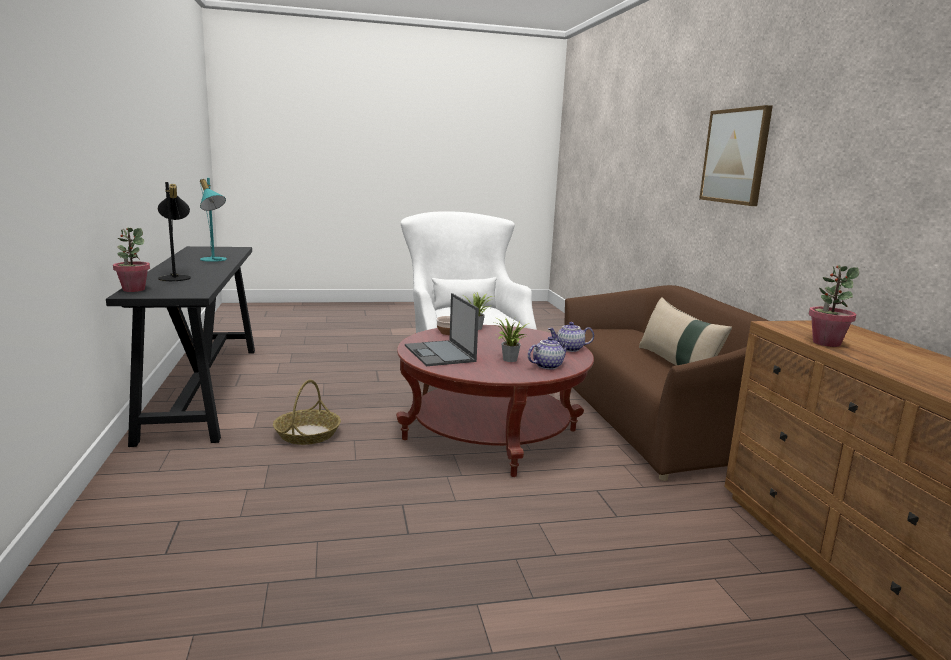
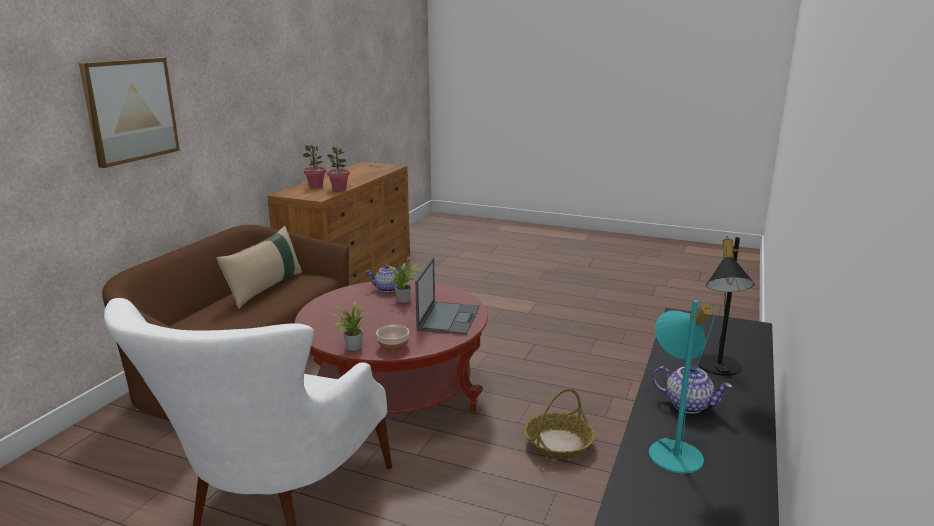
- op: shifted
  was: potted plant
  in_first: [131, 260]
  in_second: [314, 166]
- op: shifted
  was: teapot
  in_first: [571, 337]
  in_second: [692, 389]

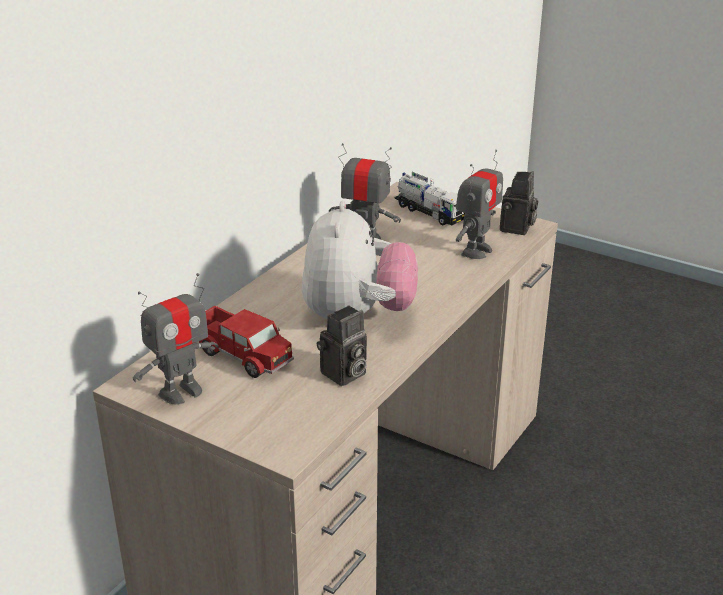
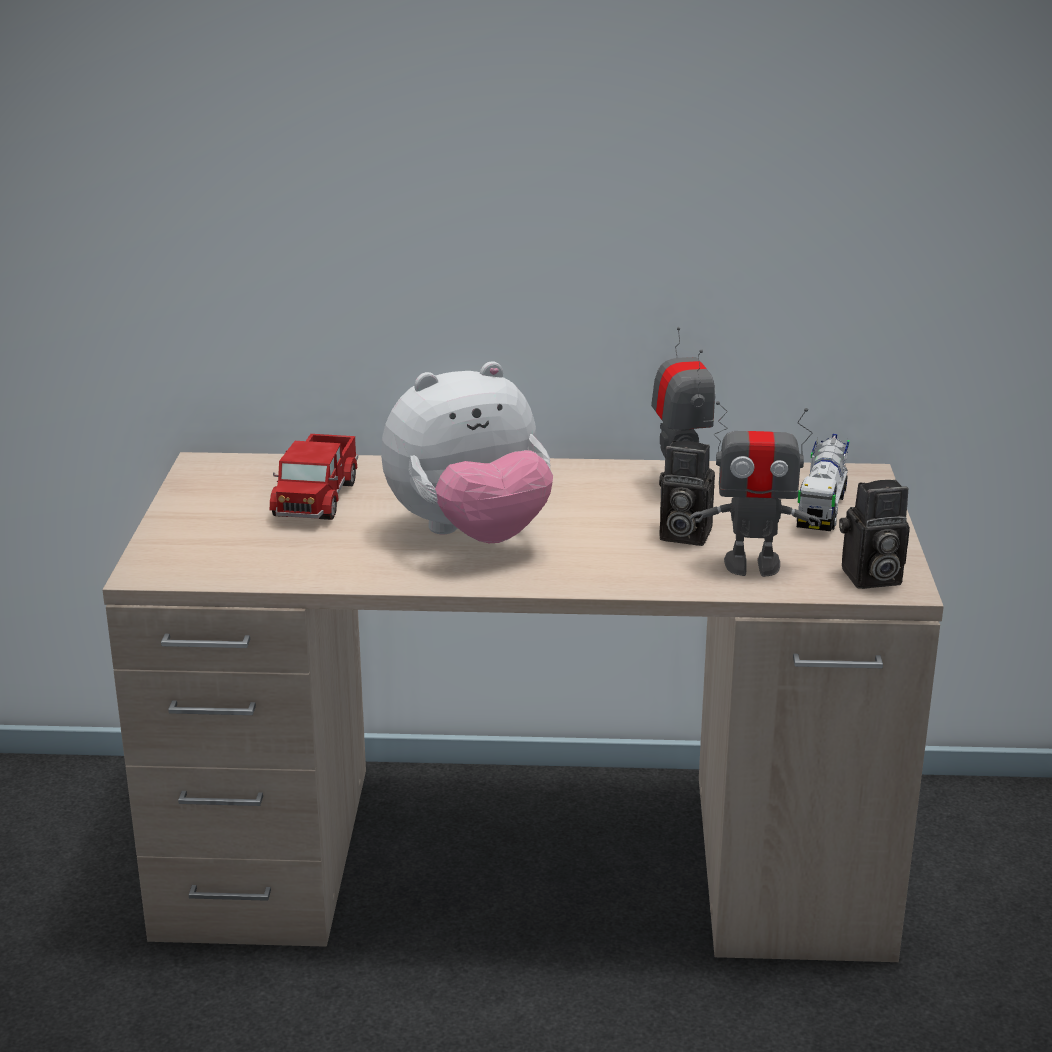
- op: gone
  was: toy robot
  in_first: [176, 338]
- op: shifted
  was: photo camera
  in_first: [342, 345]
  in_second: [687, 493]

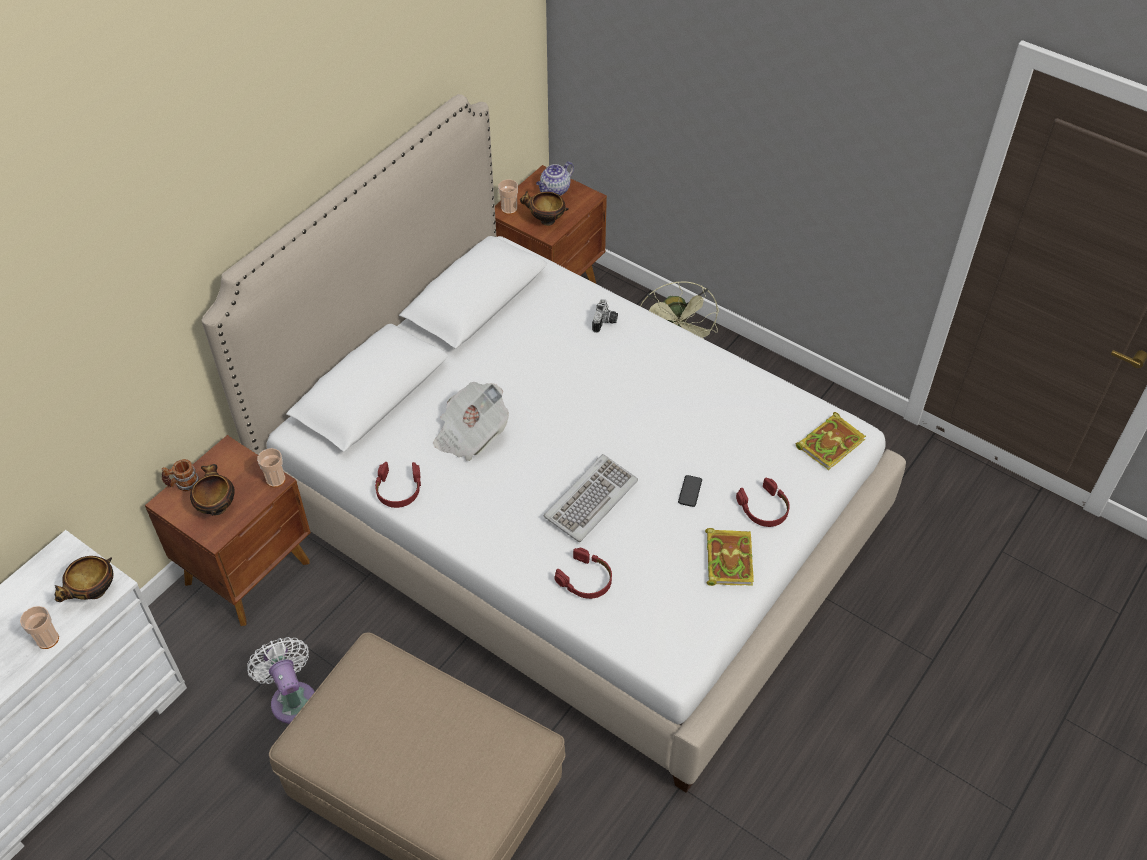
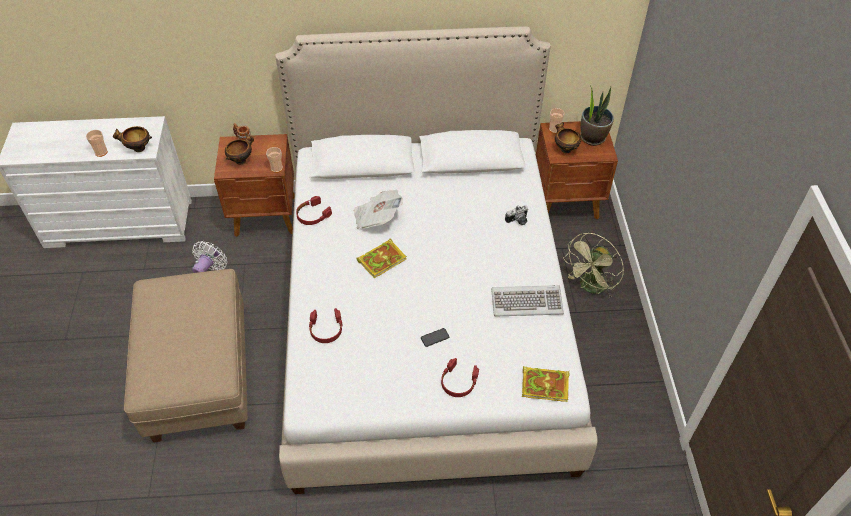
- op: swapped
  was: teapot
  now: potted plant
  in_first: [555, 179]
  in_second: [597, 116]
- op: shifted
  was: keyboard
  in_first: [590, 498]
  in_second: [527, 301]
- op: shifted
  was: book
  in_first: [729, 557]
  in_second: [381, 258]

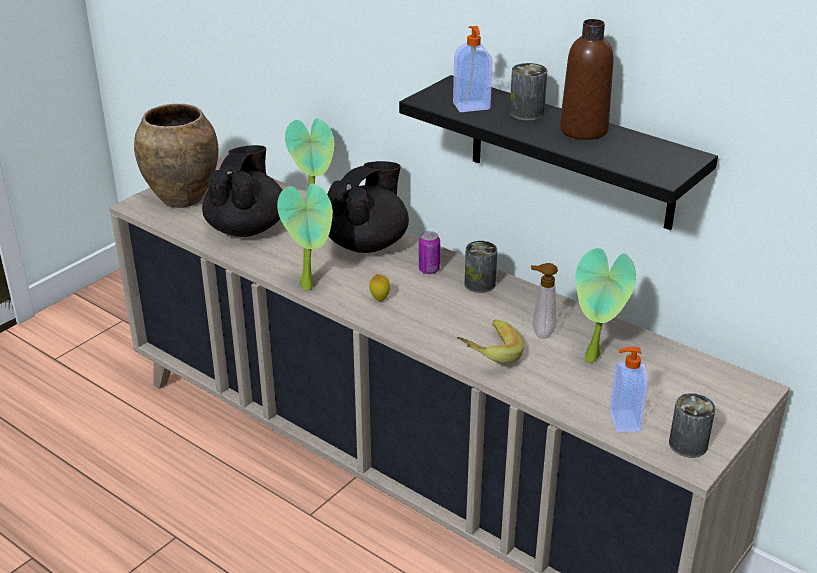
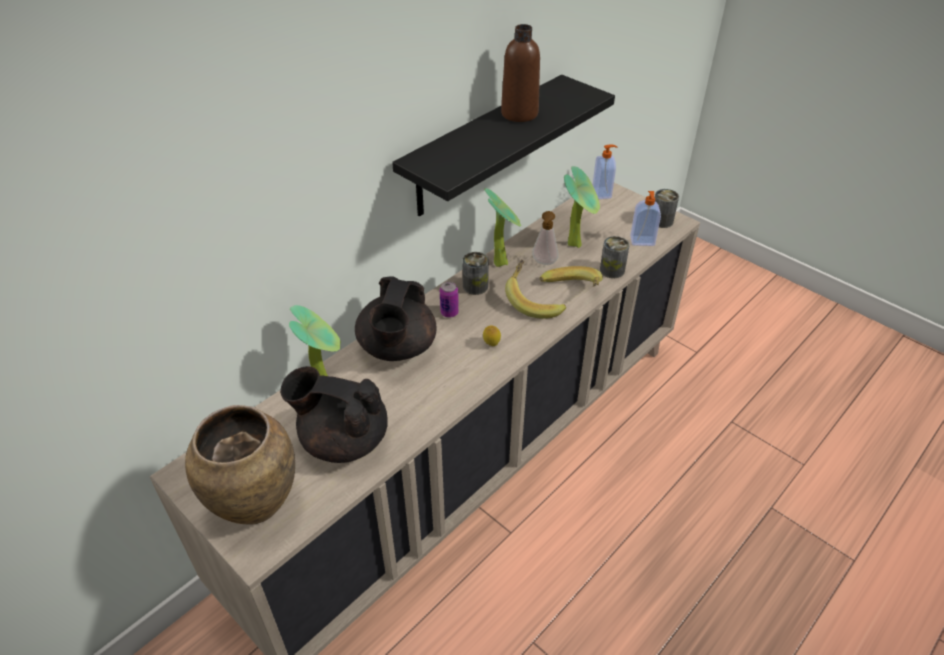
- op: shifted
  was: soap dispenser
  in_first: [473, 69]
  in_second: [605, 172]
- op: shifted
  was: can
  in_first: [528, 91]
  in_second: [615, 257]
- op: rotated
  was: black teapot
  in_first: [368, 207]
  in_second: [396, 318]
  clockwise: -120
- op: shifted
  was: potted plant
  in_first: [305, 237]
  in_second: [502, 227]
- op: new
  now: banana
  in_second: [535, 289]

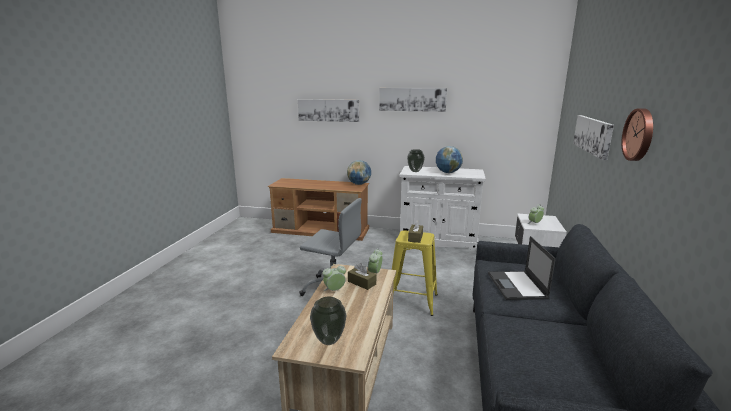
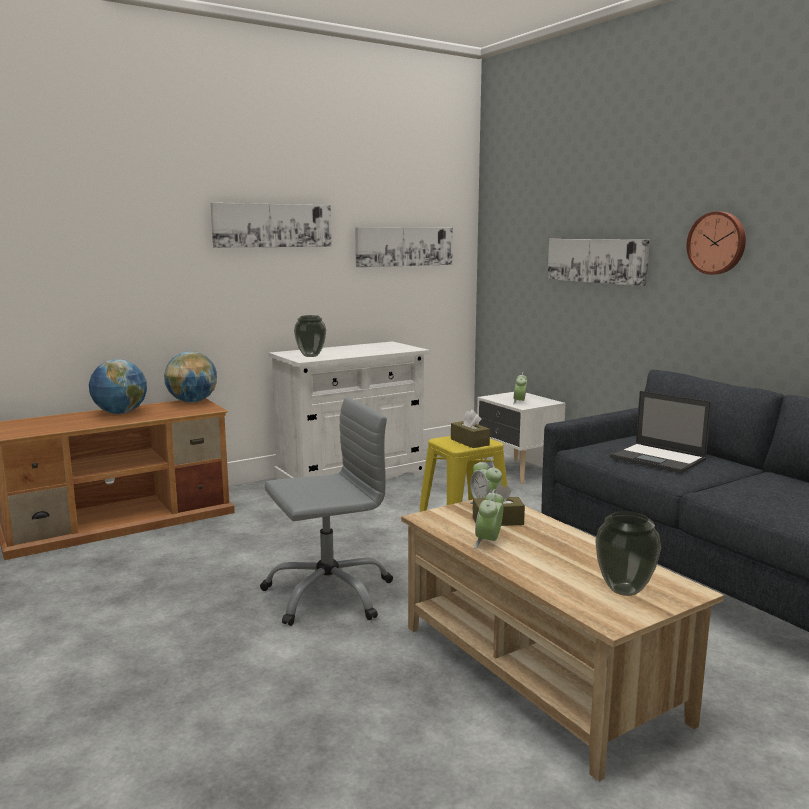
- op: shifted
  was: picture
  in_first: [328, 110]
  in_second: [404, 247]
- op: shifted
  was: globe
  in_first: [449, 159]
  in_second: [118, 386]

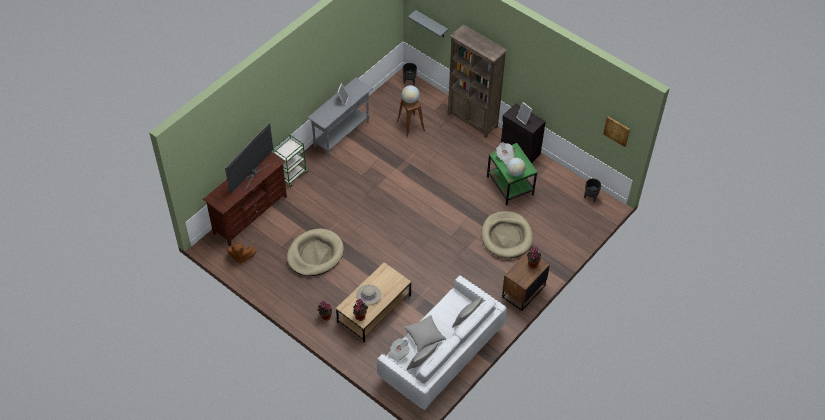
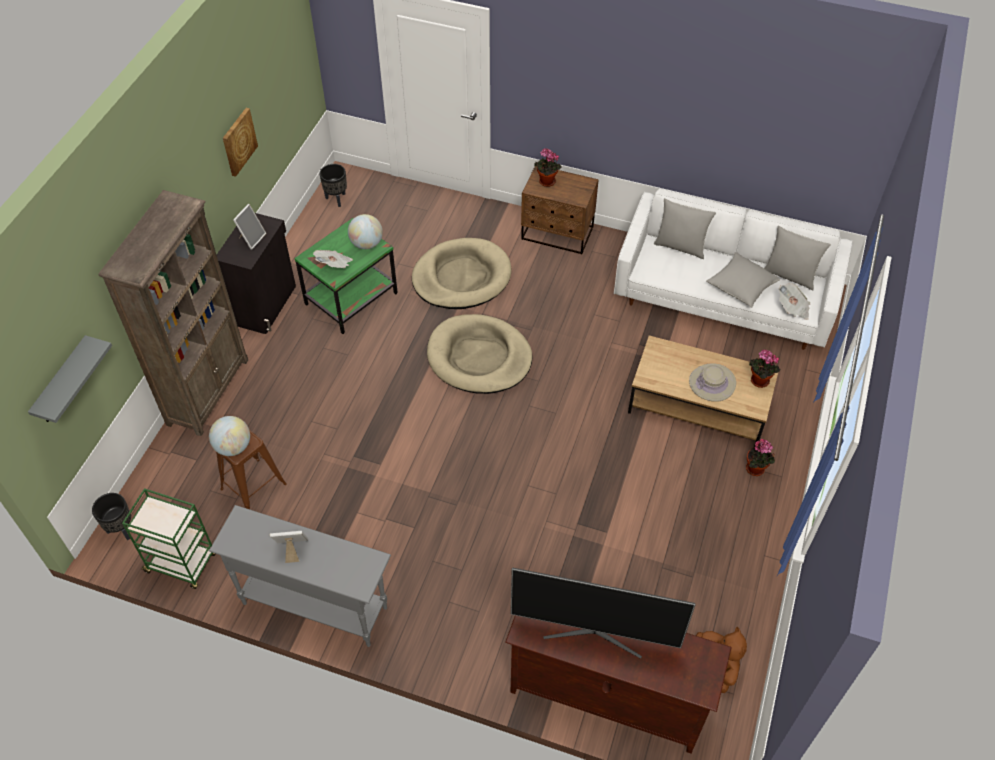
- op: shifted
  was: picture
  in_first: [616, 131]
  in_second: [240, 142]
- op: shifted
  was: green cart
  in_first: [290, 161]
  in_second: [168, 538]
- op: shifted
  was: beige dog bed
  in_first: [315, 252]
  in_second: [480, 354]

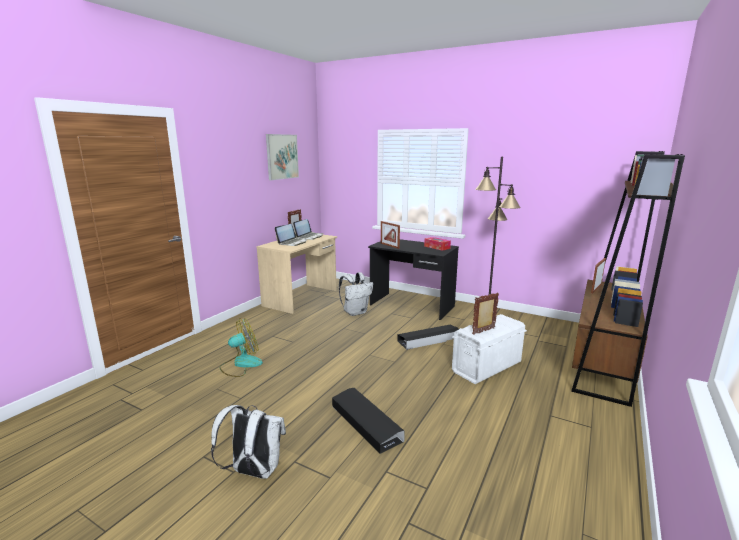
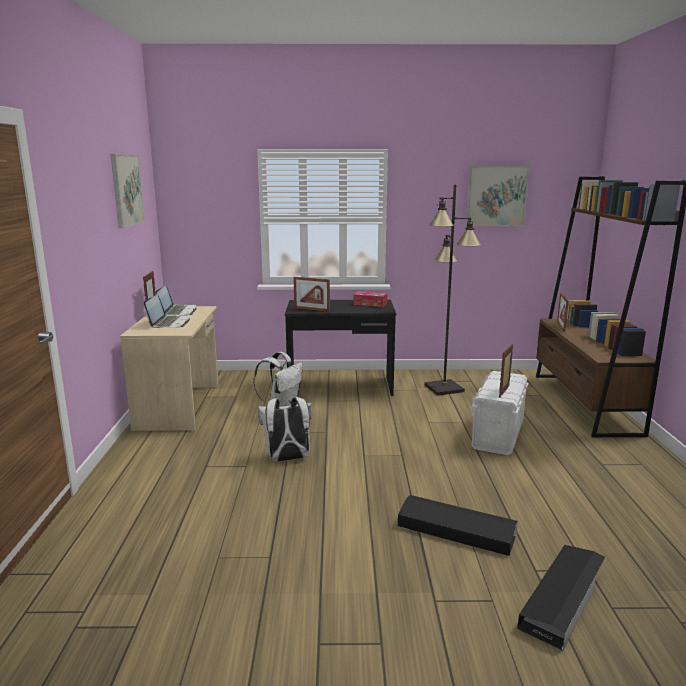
- op: gone
  was: fan
  in_first: [241, 347]
- op: shifted
  was: black storage box
  in_first: [428, 337]
  in_second: [561, 598]
- op: shifted
  was: white backpack
  in_first: [248, 442]
  in_second: [284, 429]
- op: new
  now: picture
  in_second: [498, 196]

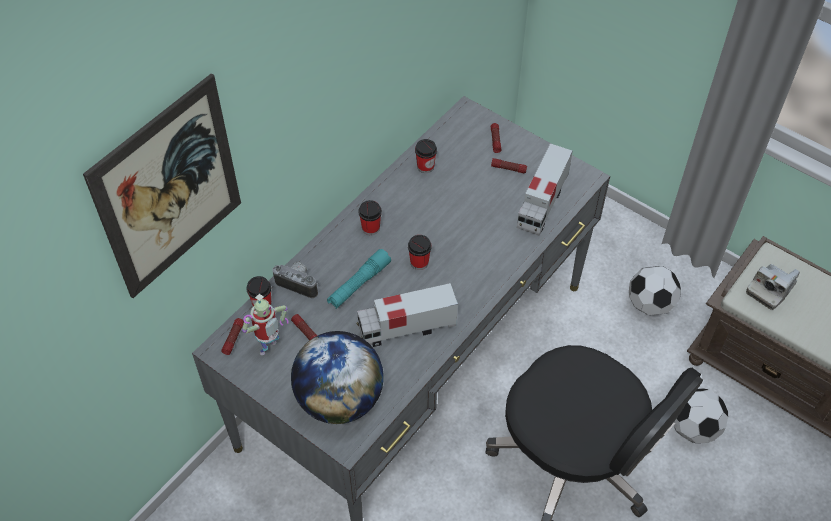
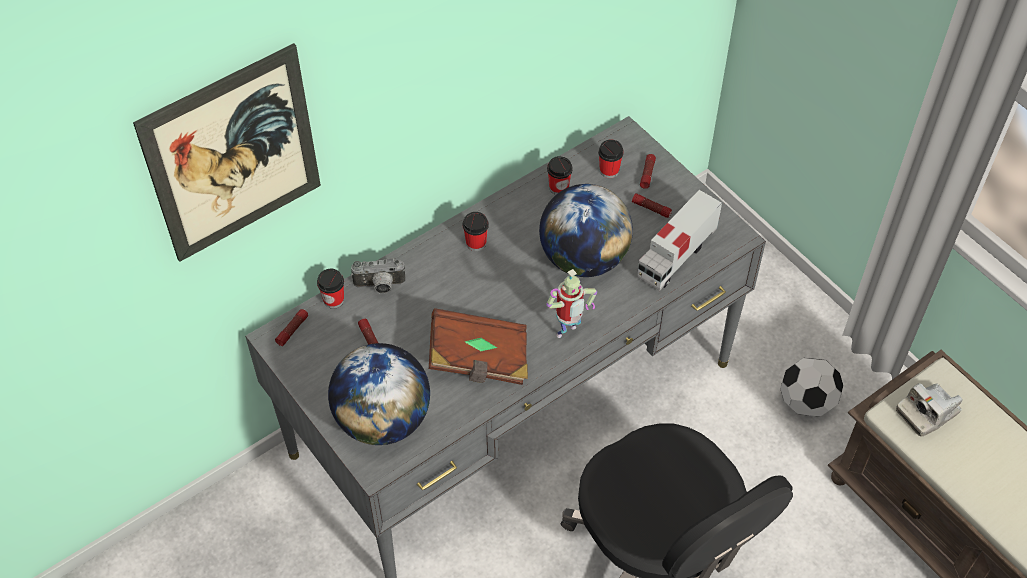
- op: shifted
  was: cup
  in_first: [420, 252]
  in_second: [611, 159]
- op: gone
  was: turquoise flashlight
  in_first: [359, 279]
- op: rotated
  was: photo camera
  in_first: [295, 280]
  in_second: [378, 276]
  clockwise: 135
- op: swapped
  was: toy truck
  now: brown book
  in_first: [407, 315]
  in_second: [478, 346]
- op: shifted
  was: toy robot
  in_first: [265, 324]
  in_second: [571, 303]
- op: gone
  was: football
  in_first: [701, 415]
- op: new
  now: globe
  in_second: [586, 230]

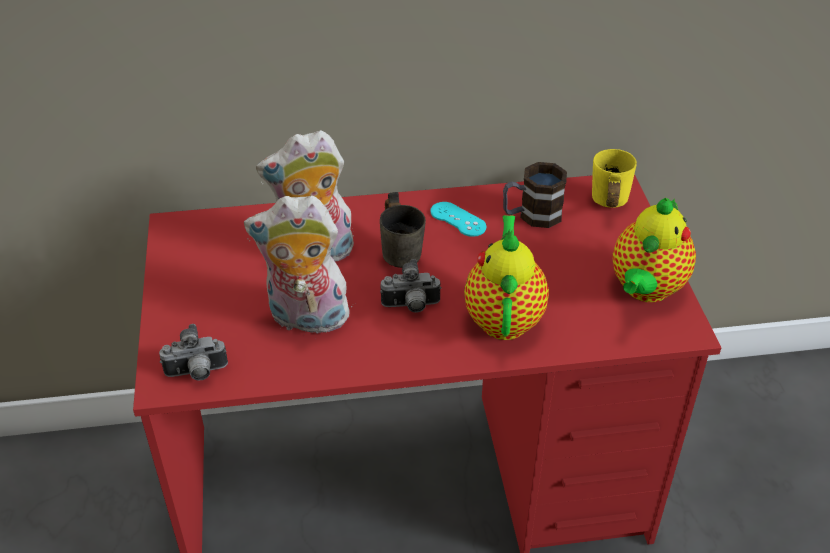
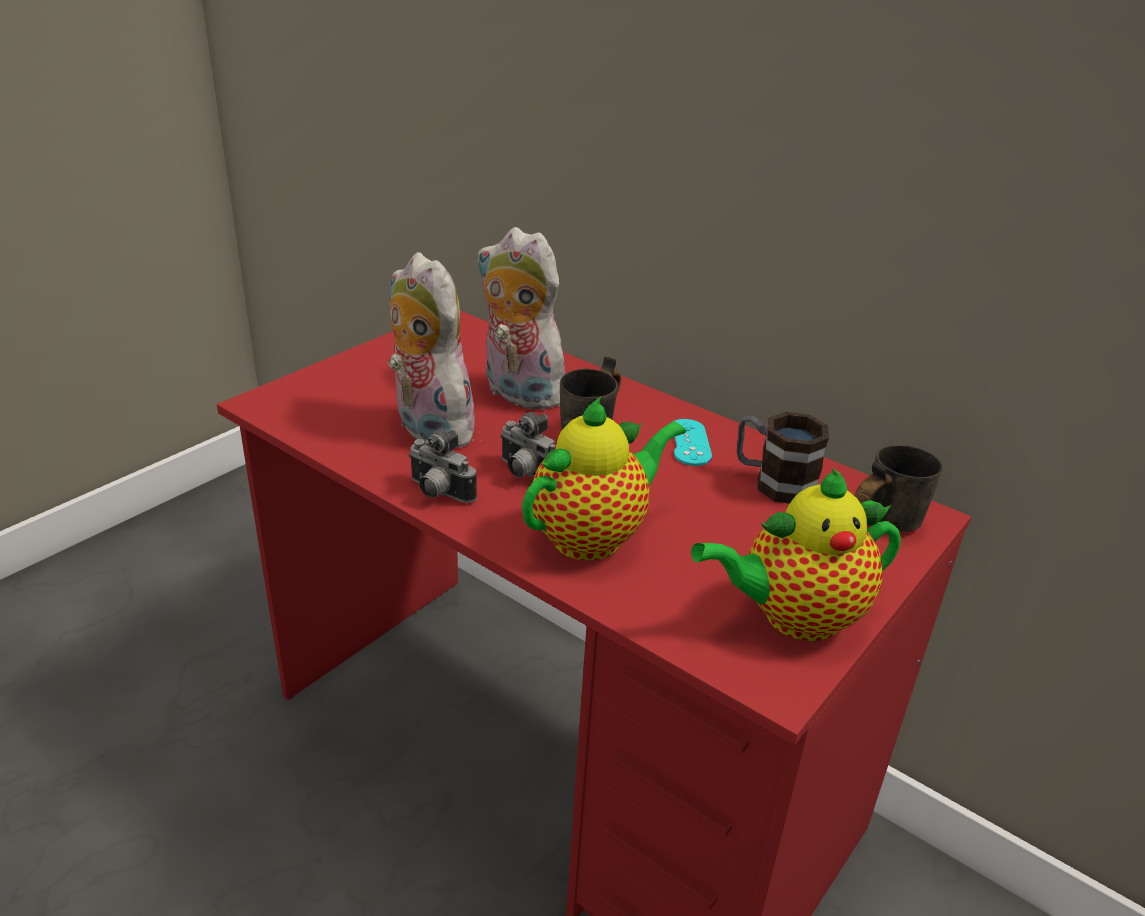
- op: repainted
  was: yellow mug
  now: grey mug
  in_first: [614, 178]
  in_second: [899, 488]
- op: shifted
  was: photo camera
  in_first: [193, 352]
  in_second: [442, 466]

